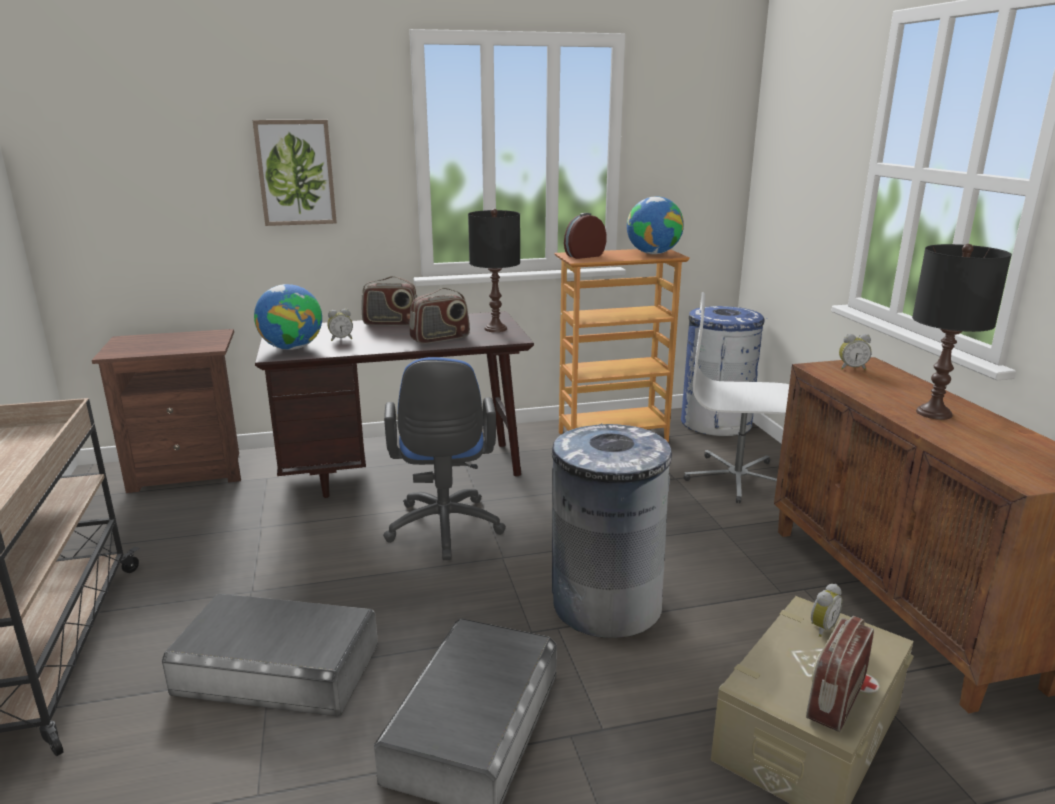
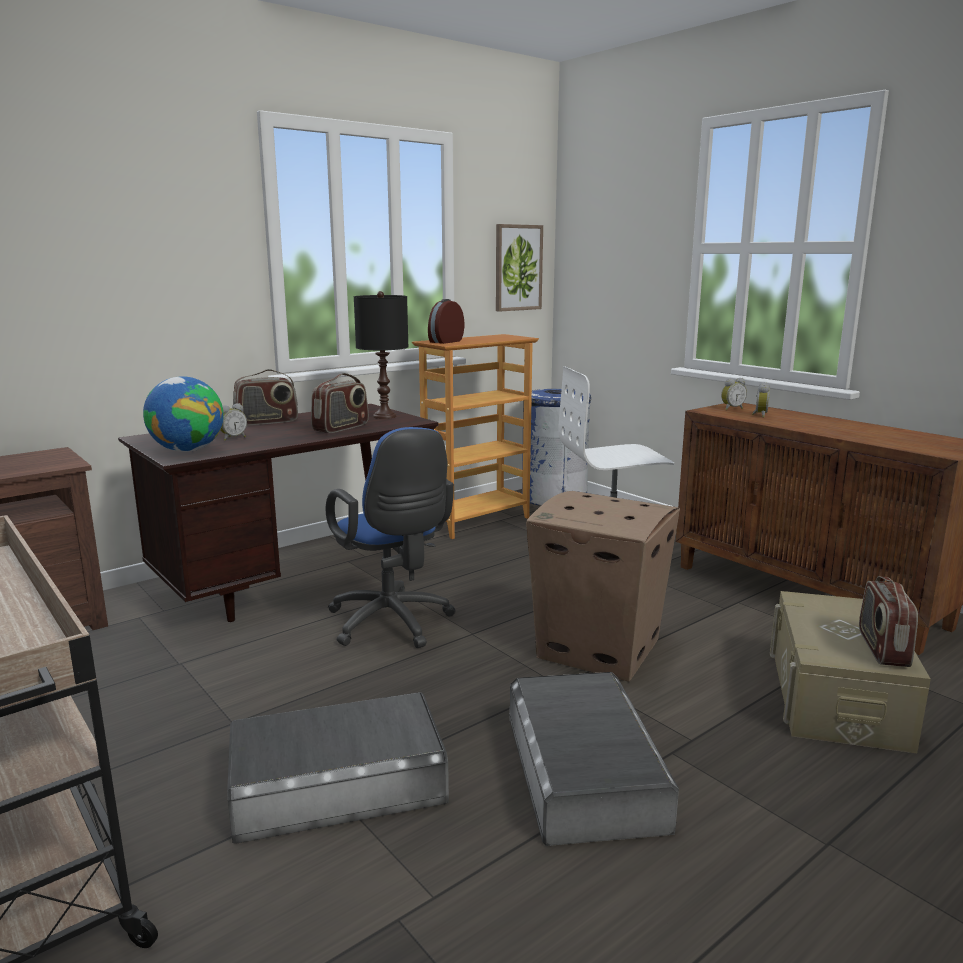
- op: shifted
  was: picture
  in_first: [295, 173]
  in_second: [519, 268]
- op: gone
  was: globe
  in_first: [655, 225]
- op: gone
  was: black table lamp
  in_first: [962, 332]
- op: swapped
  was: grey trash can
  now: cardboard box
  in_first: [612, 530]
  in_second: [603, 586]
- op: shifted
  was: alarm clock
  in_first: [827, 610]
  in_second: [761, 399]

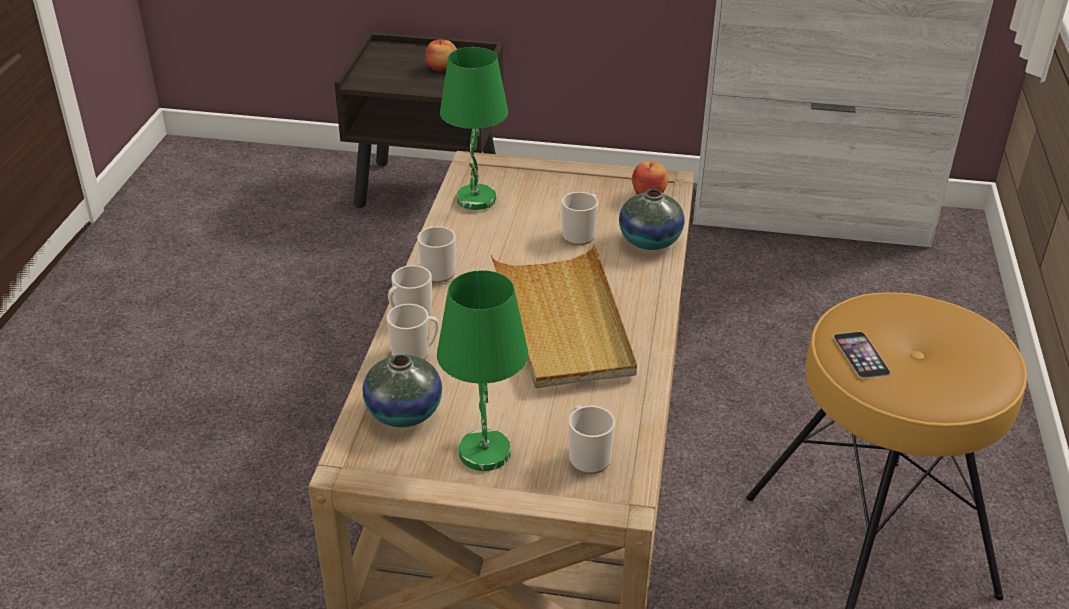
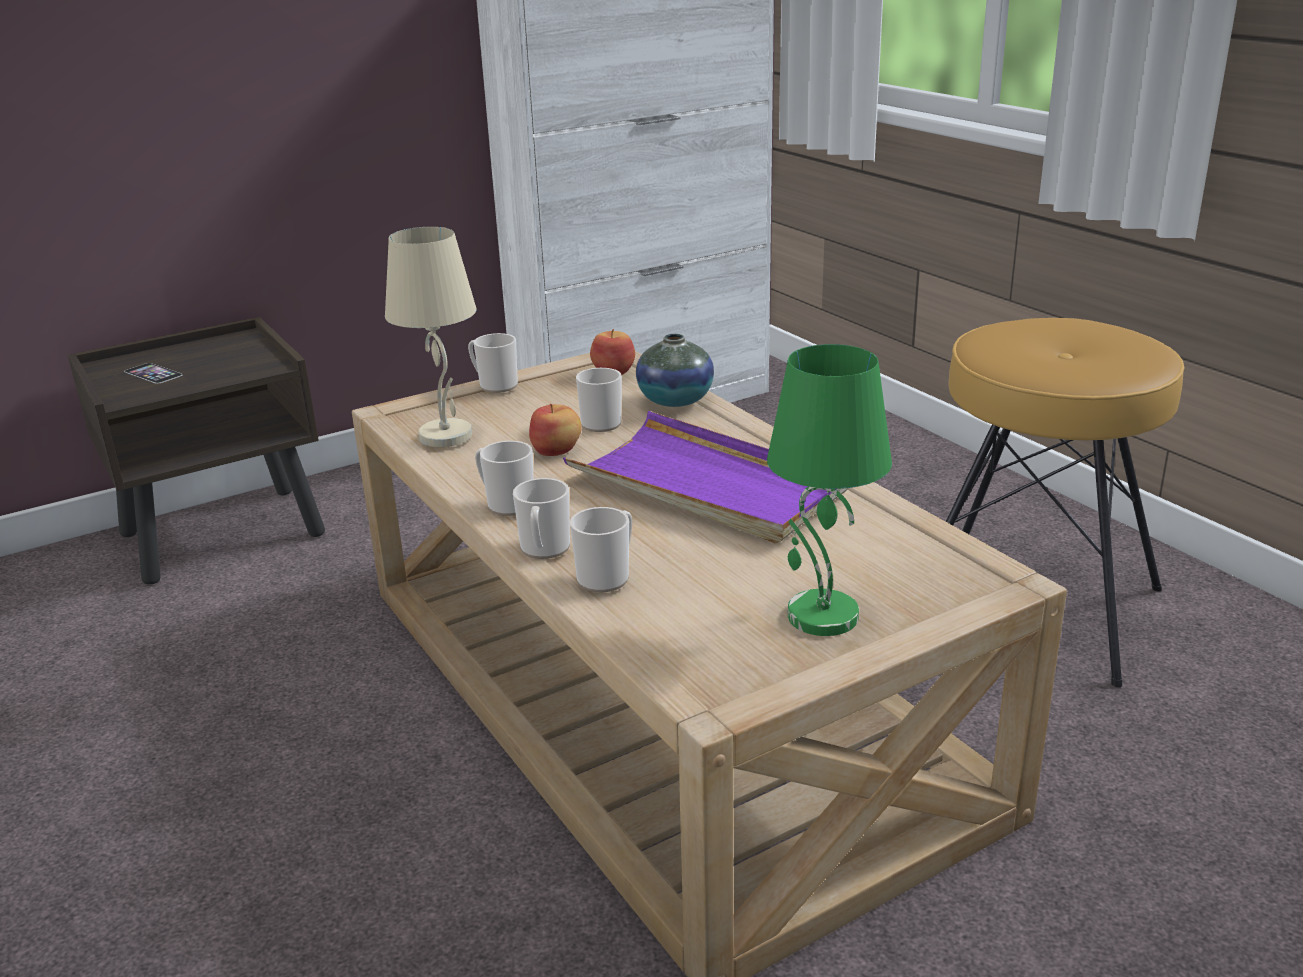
- op: shifted
  was: apple
  in_first: [441, 55]
  in_second: [555, 430]
- op: repainted
  was: green table lamp
  now: beige table lamp
  in_first: [474, 128]
  in_second: [430, 337]
- op: repainted
  was: beige tray
  now: purple tray
  in_first: [564, 316]
  in_second: [705, 477]
- op: shifted
  was: phone
  in_first: [862, 354]
  in_second: [153, 373]
- op: gone
  was: vase
  in_first: [402, 390]
- op: shifted
  was: mug
  in_first: [592, 439]
  in_second: [493, 363]

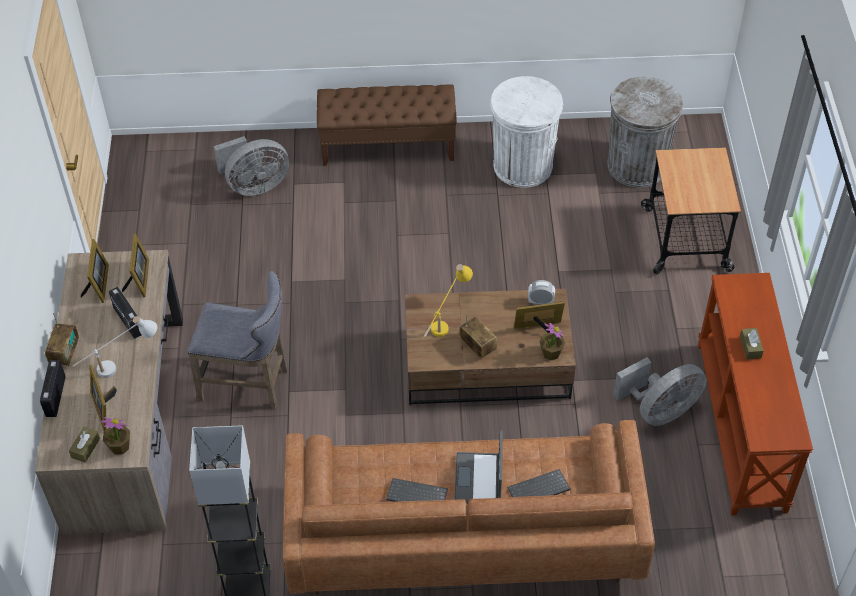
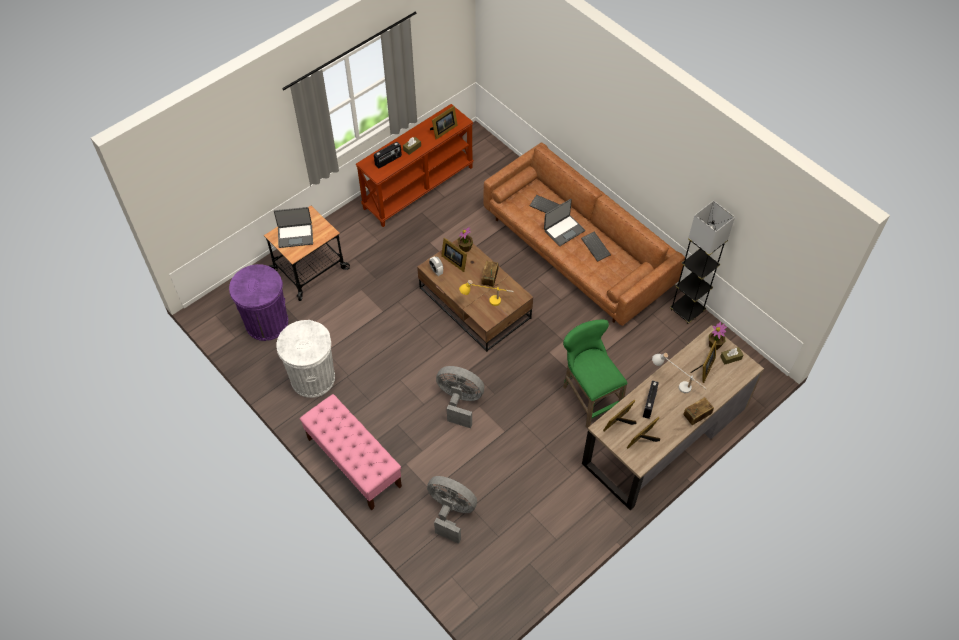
- op: repainted
  was: grey trash can
  now: purple trash can
  in_first: [645, 132]
  in_second: [258, 302]
- op: repainted
  was: brown bench
  now: pink bench
  in_first: [387, 125]
  in_second: [351, 452]
- op: repainted
  was: grey stool
  now: green stool
  in_first: [237, 339]
  in_second: [595, 374]
- op: shifted
  was: grey fan
  in_first: [660, 391]
  in_second: [460, 397]
- op: shifted
  was: radio
  in_first: [52, 388]
  in_second: [388, 155]
- op: new
  now: picture frame
  in_second: [444, 122]
- op: new
  now: laptop
  in_second: [293, 227]

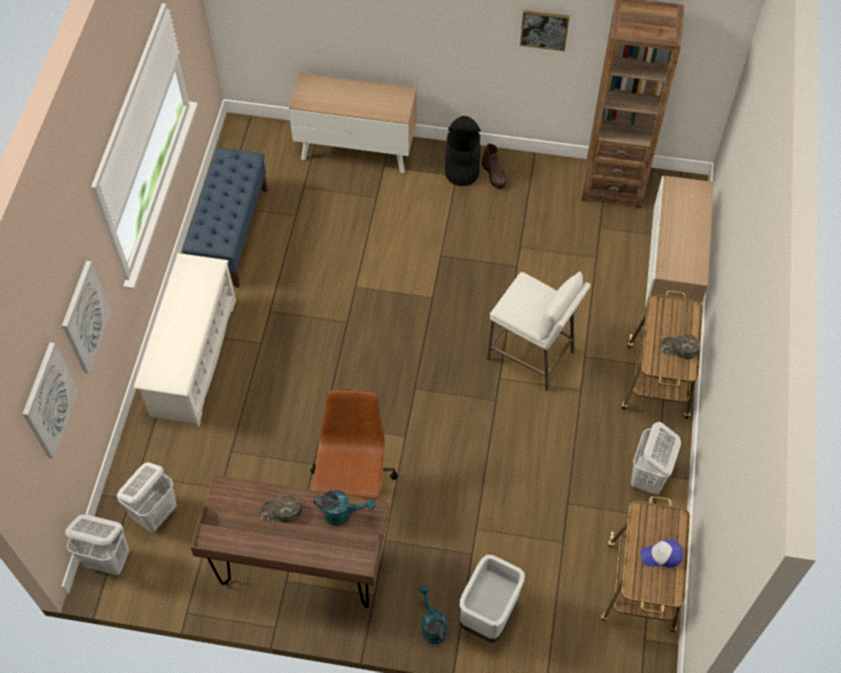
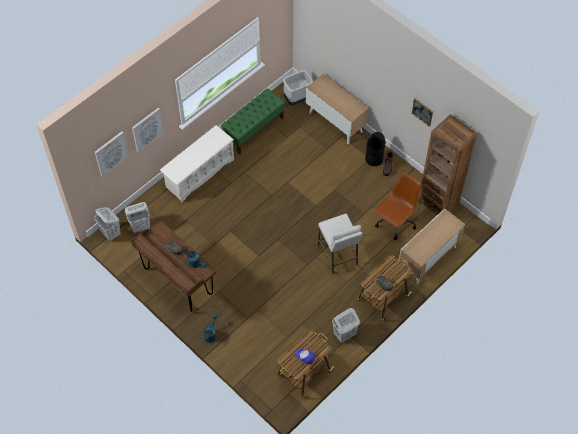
- op: repainted
  was: blue bench
  now: green bench
  in_first: [225, 218]
  in_second: [253, 121]
- op: shifted
  was: brown office chair
  in_first: [354, 445]
  in_second: [397, 206]
- op: shifted
  was: grey trash can
  in_first: [492, 599]
  in_second: [298, 88]

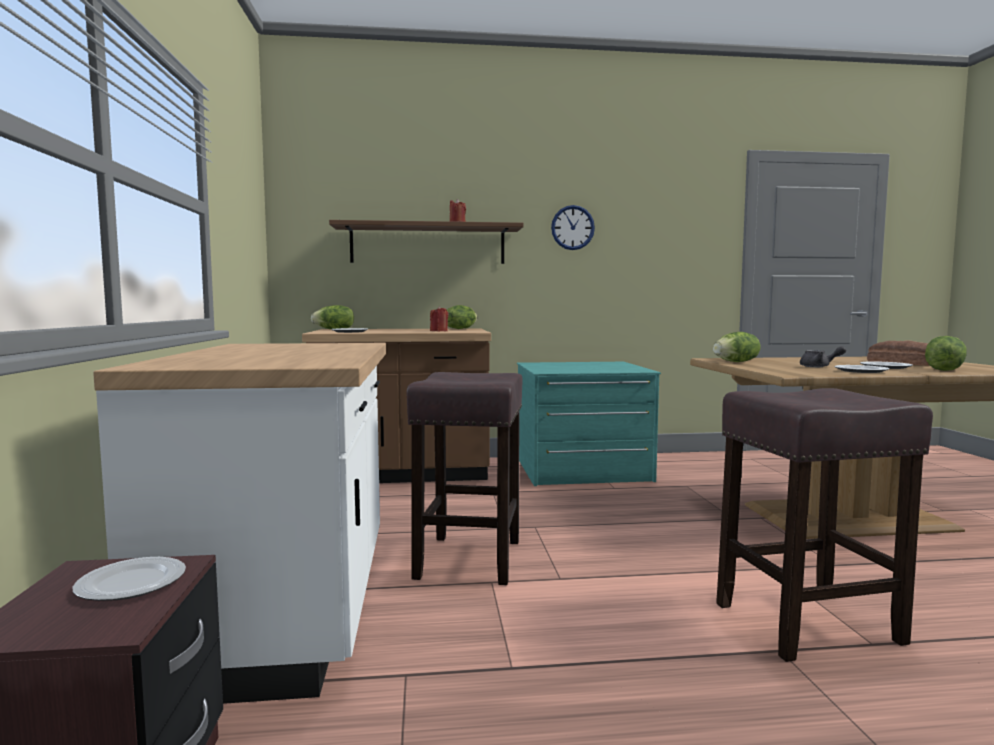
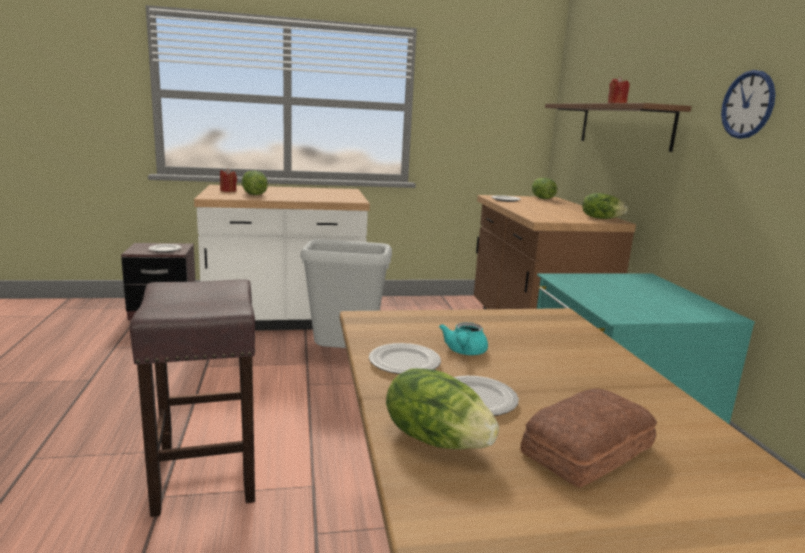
- op: shifted
  was: red candle
  in_first: [439, 318]
  in_second: [228, 180]
- op: shifted
  was: lettuce
  in_first: [737, 347]
  in_second: [255, 183]
- op: repainted
  was: grey teapot
  now: turquoise teapot
  in_first: [823, 356]
  in_second: [463, 338]
- op: swapped
  was: brown stool
  now: grey trash can
  in_first: [465, 478]
  in_second: [346, 293]

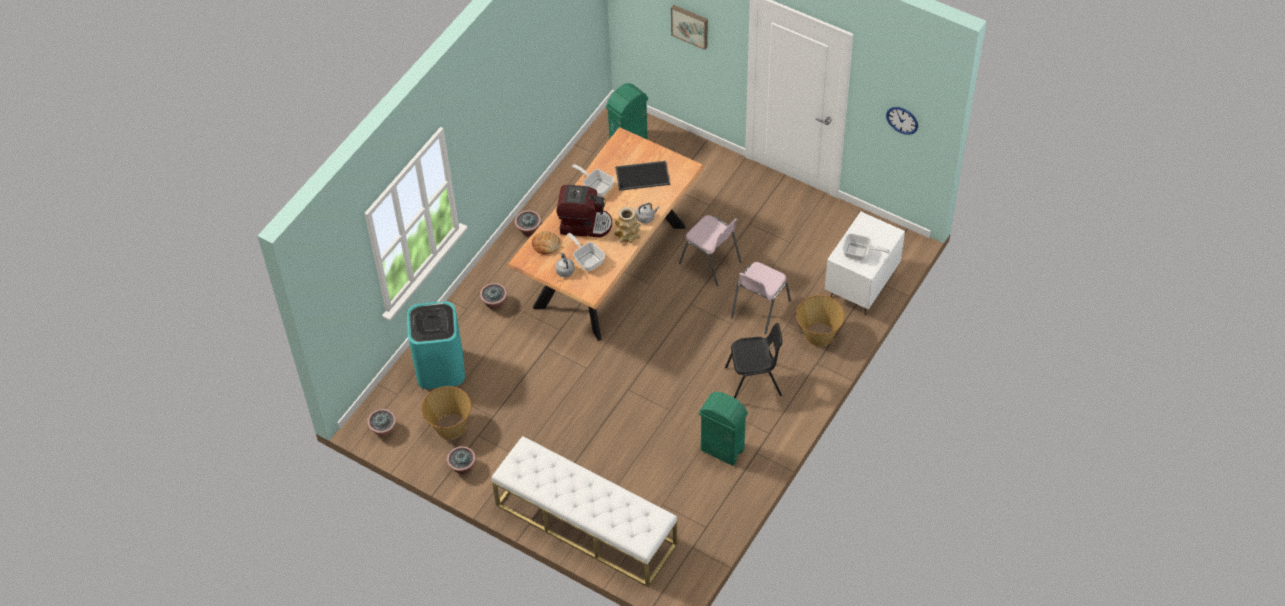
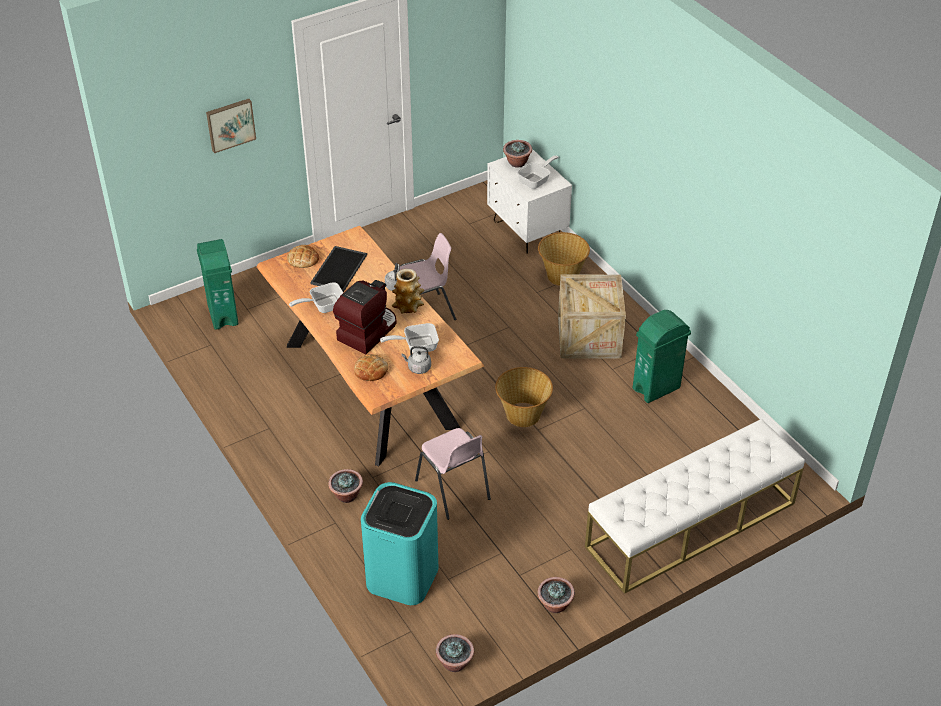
- op: gone
  was: wall clock
  in_first: [902, 121]
- op: shifted
  was: potted plant
  in_first: [528, 223]
  in_second: [517, 154]
- op: shifted
  was: pink chair
  in_first: [761, 298]
  in_second: [453, 474]
- op: swapped
  was: black chair
  now: crate
  in_first: [754, 360]
  in_second: [592, 316]
- op: shifted
  was: basket
  in_first: [446, 412]
  in_second: [524, 397]
- op: new
  now: bread
  in_second: [303, 256]

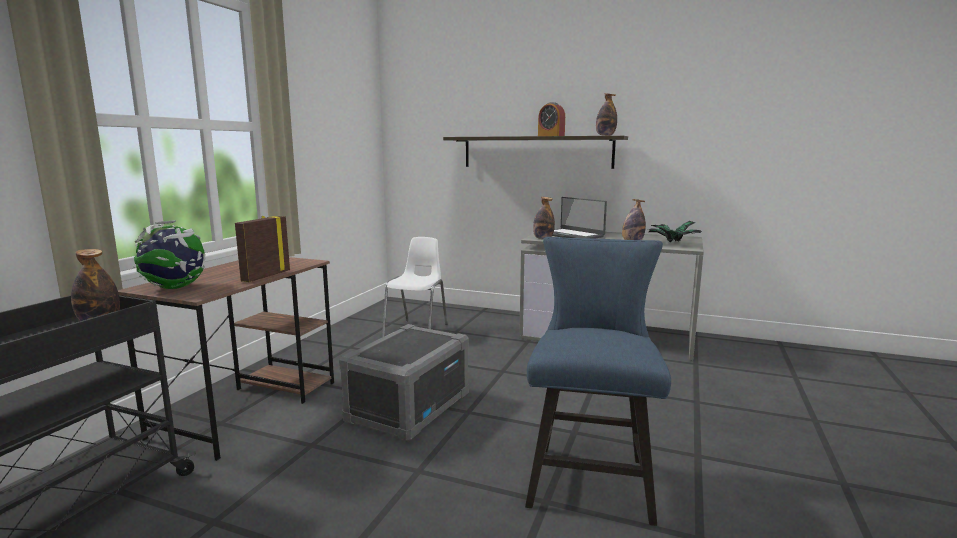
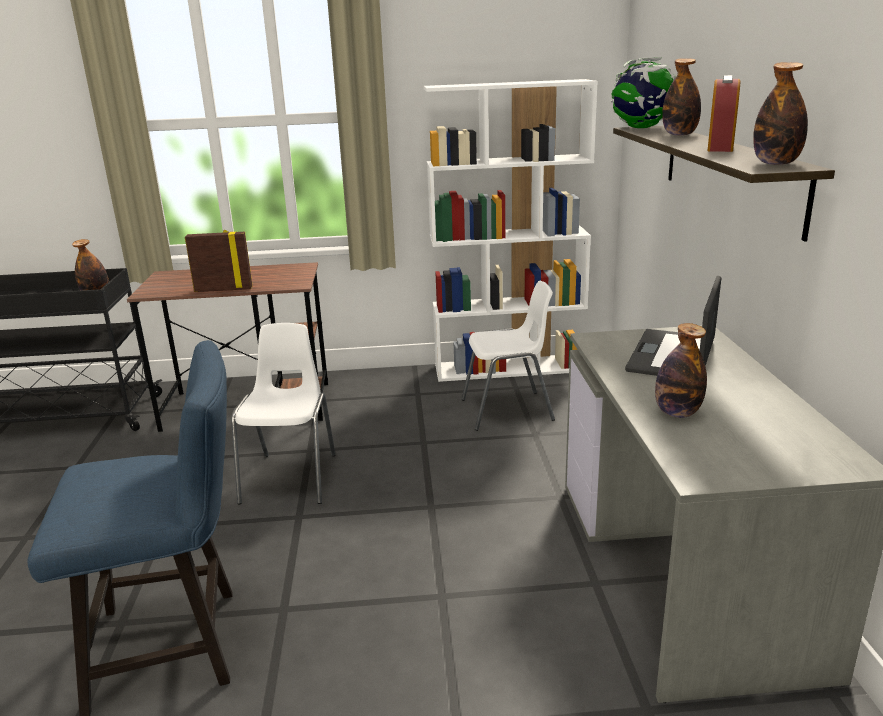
- op: shifted
  was: bottle
  in_first: [544, 218]
  in_second: [681, 97]
- op: shifted
  was: globe
  in_first: [169, 254]
  in_second: [643, 92]
- op: gone
  was: potted plant
  in_first: [675, 232]
- op: swapped
  was: grey storage box
  now: white chair
  in_first: [404, 382]
  in_second: [283, 413]
- op: new
  now: white bookcase
  in_second: [511, 230]

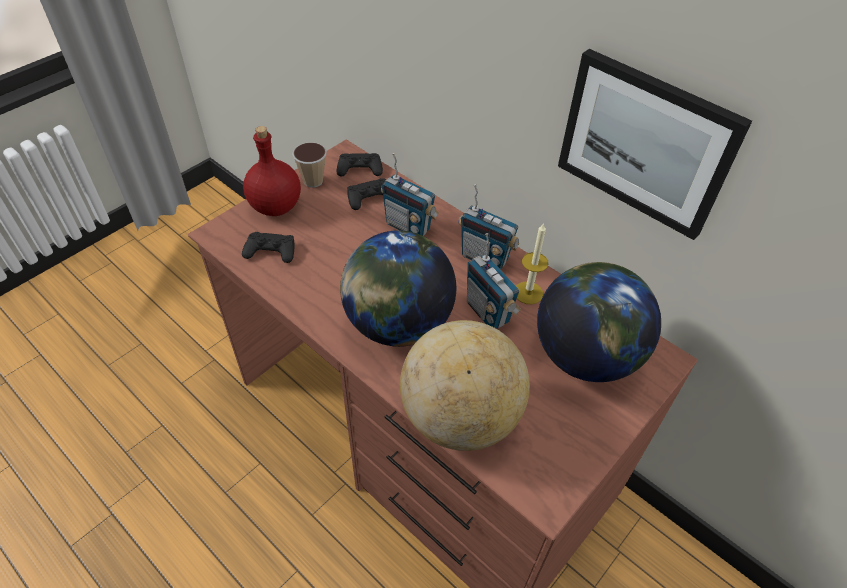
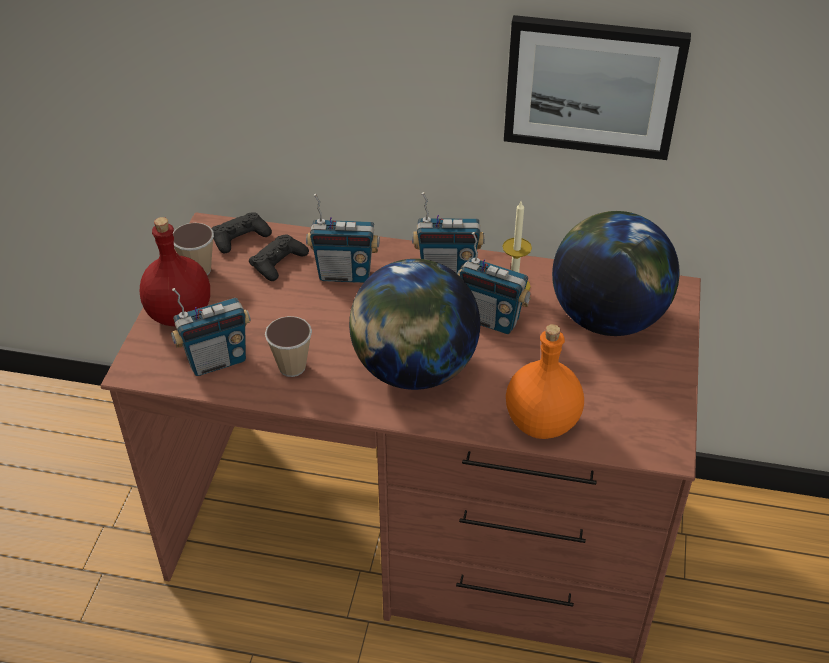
- op: swapped
  was: black game controller
  now: radio
  in_first: [268, 247]
  in_second: [211, 332]
- op: swapped
  was: globe
  now: orange bottle
  in_first: [465, 385]
  in_second: [545, 381]
- op: new
  now: cup
  in_second: [288, 346]

